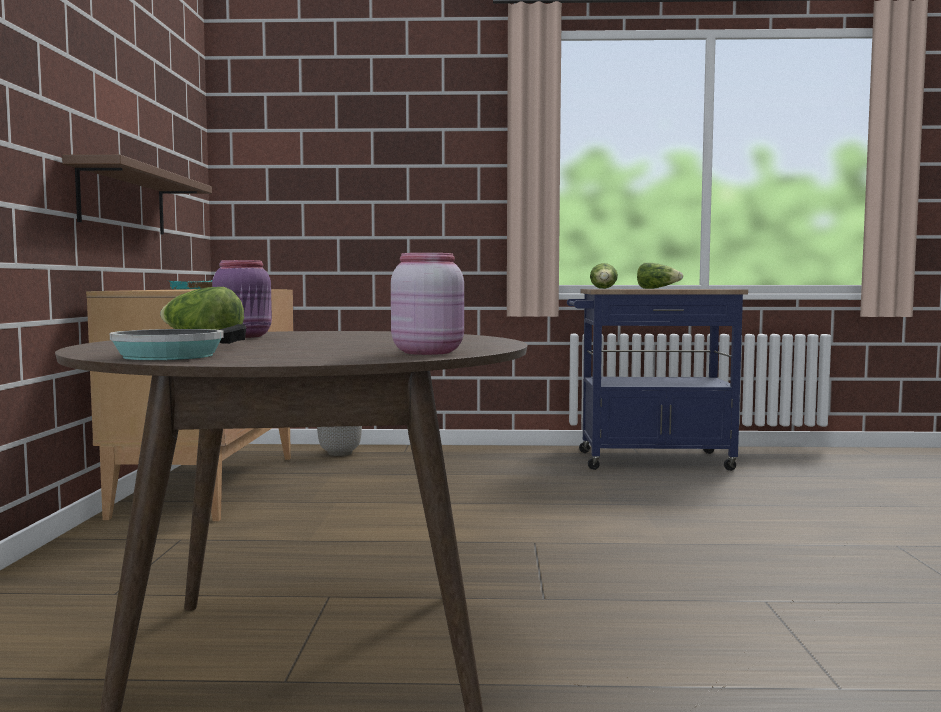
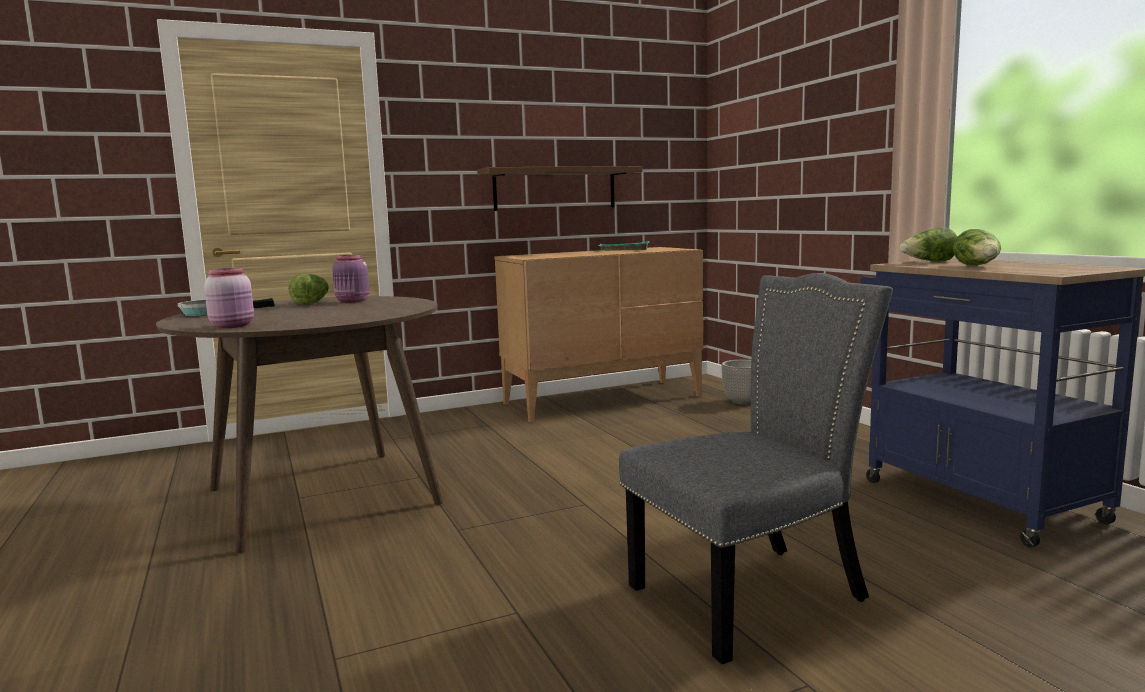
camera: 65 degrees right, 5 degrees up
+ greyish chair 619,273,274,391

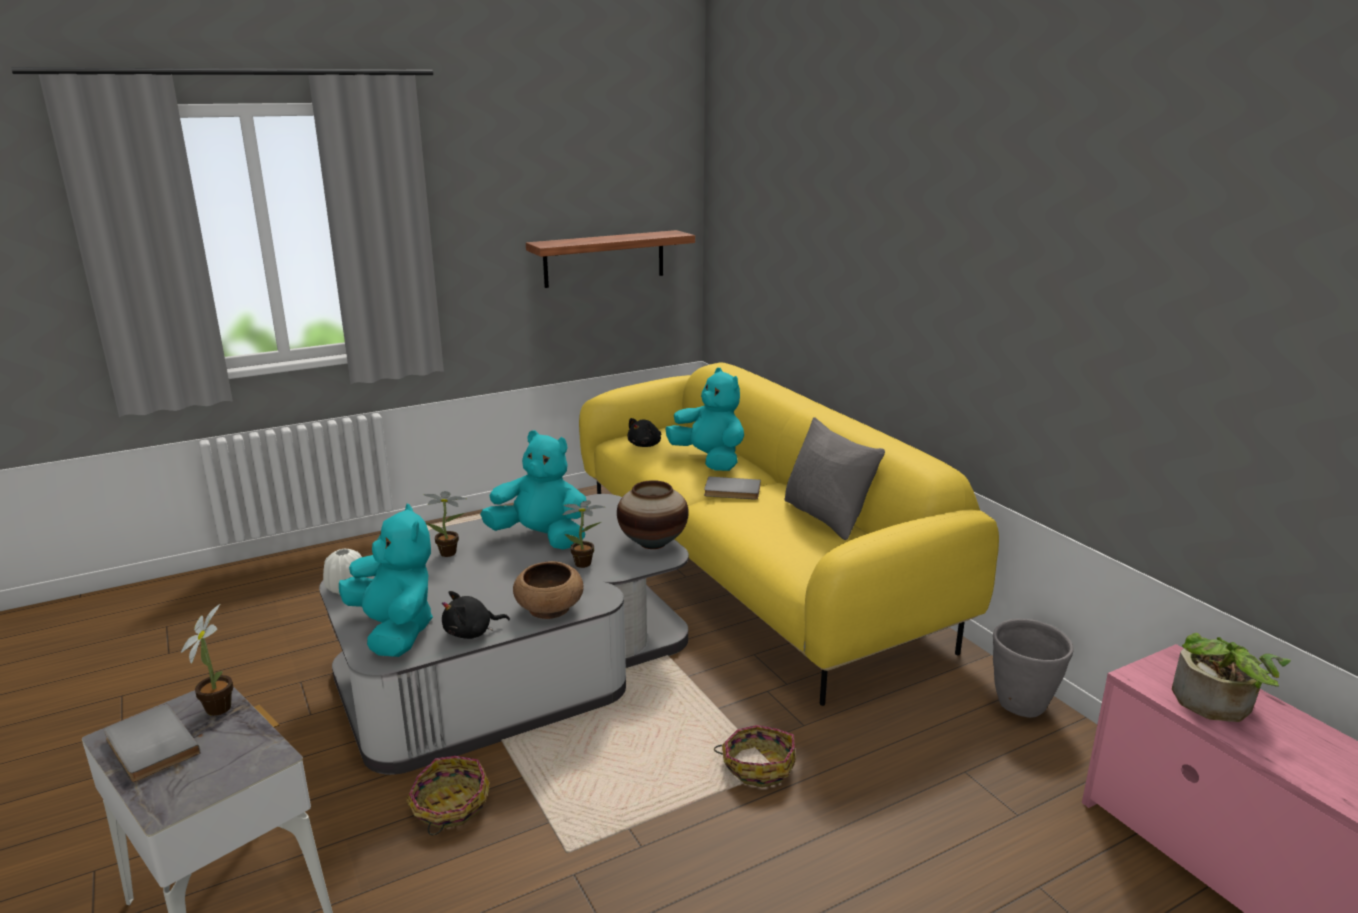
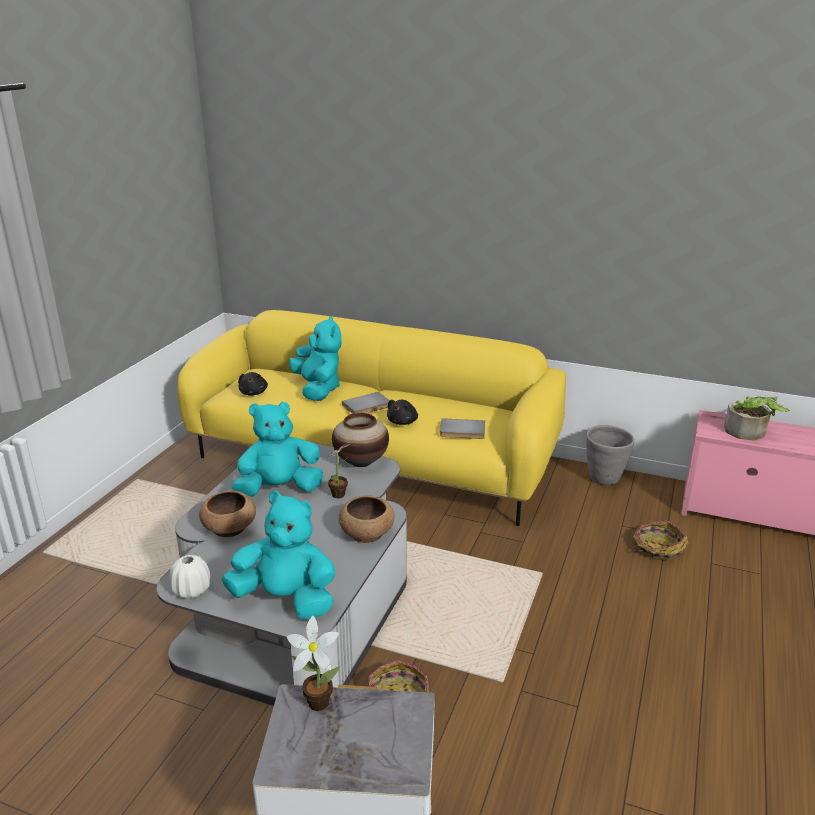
camera: 40 degrees left, 5 degrees up
~ potted plant 424,491,42,66 to brown bowl 199,490,57,47
~ turquoise-coloured plush toy 666,368,78,103 = 289,316,53,85 60 degrees clockwise
~ black plush toy 442,591,68,48 to 387,400,31,25
~ greyish book 104,703,96,79 to 440,418,45,21
~ basket 714,725,82,63 to 632,521,56,40
- shelf 526,230,169,58
- greyish pillow 785,417,100,123

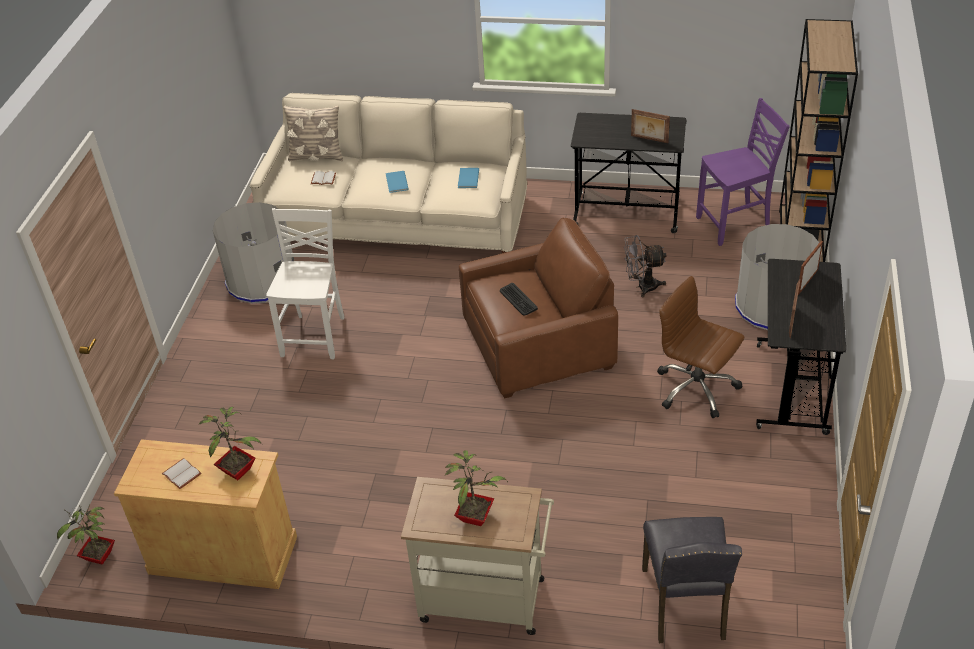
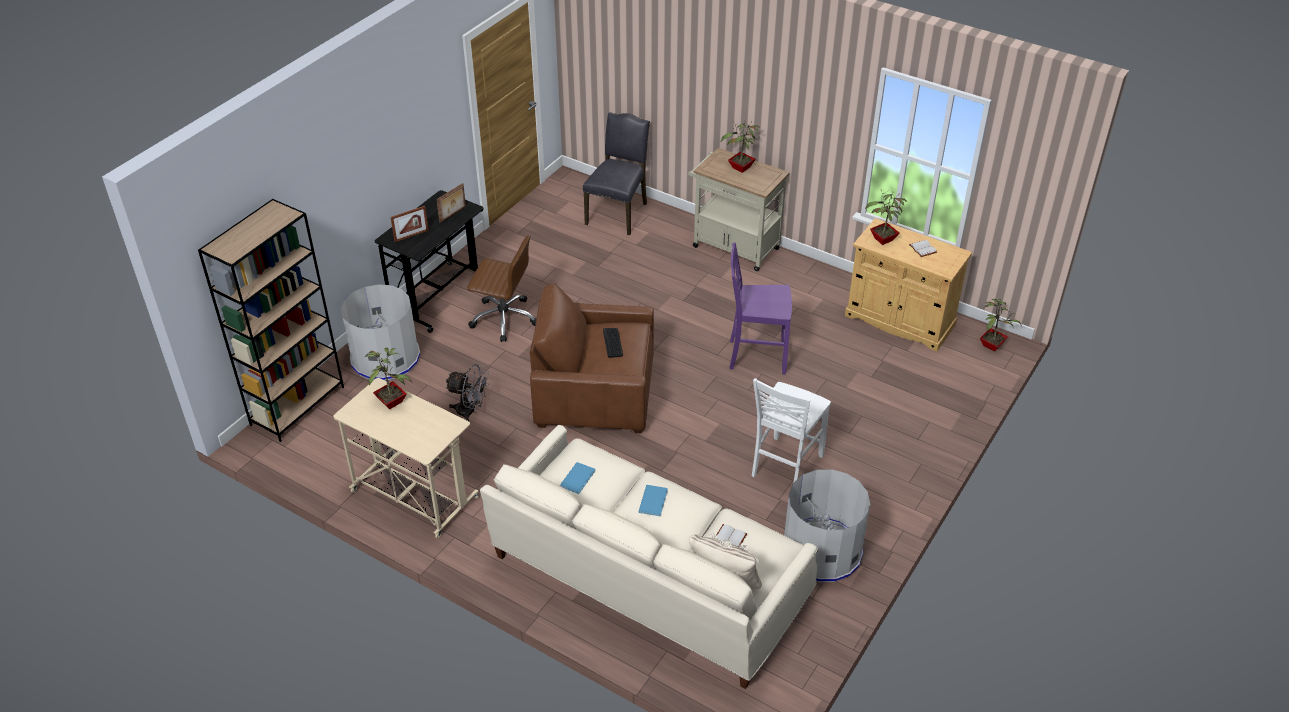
camera: 160 degrees left, 0 degrees up
~ black desk table 571,113,115,120 to beige desk table 333,378,146,160
~ photo frame 631,109,39,34 to potted plant 364,348,48,61
~ brown office chair 657,276,87,142 = 467,235,69,107 45 degrees counterclockwise
~ purple-coloured chair 696,98,94,148 to 729,243,63,132

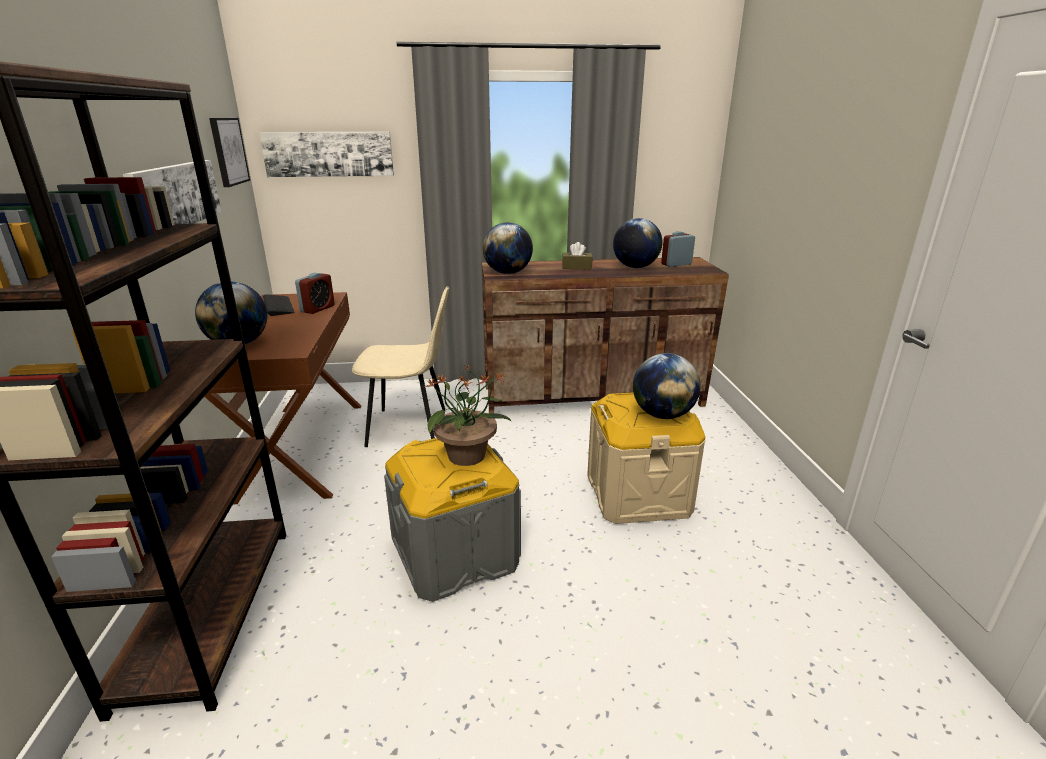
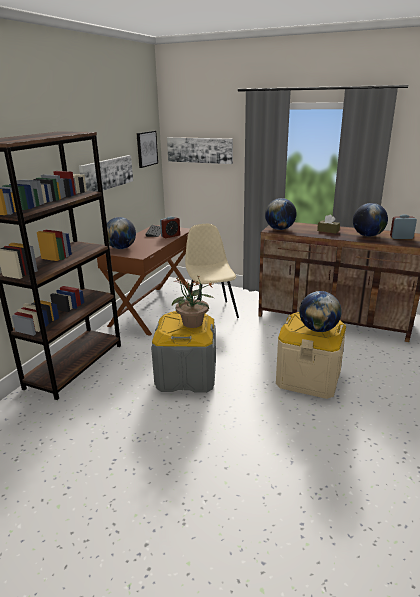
camera: 30 degrees right, 0 degrees up
~ beige chair 352,286,97,161 = 185,224,54,94 135 degrees counterclockwise

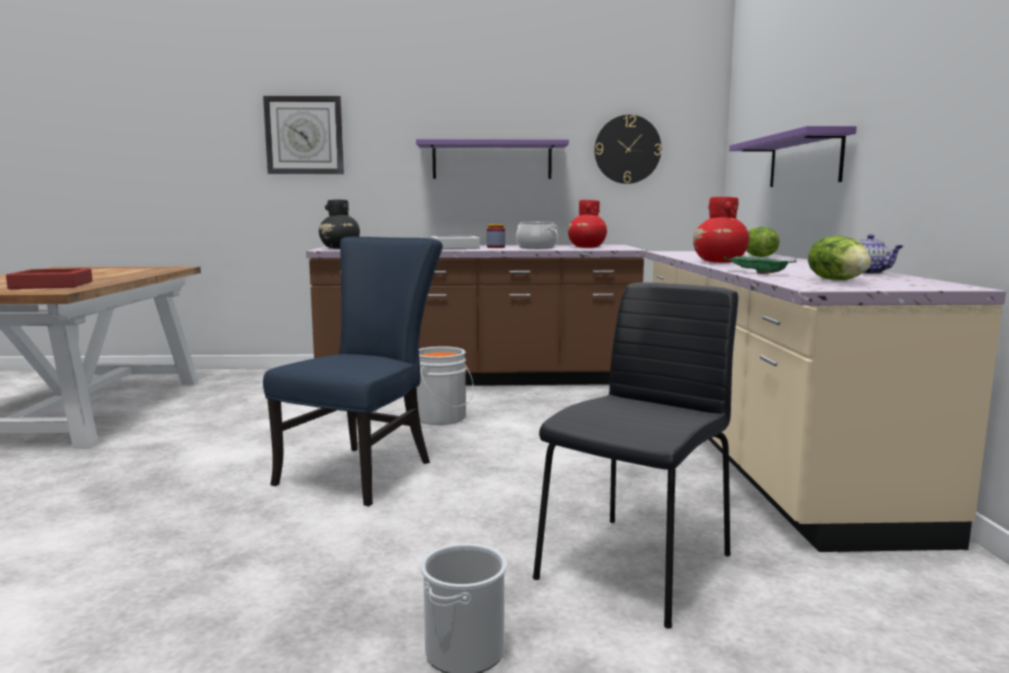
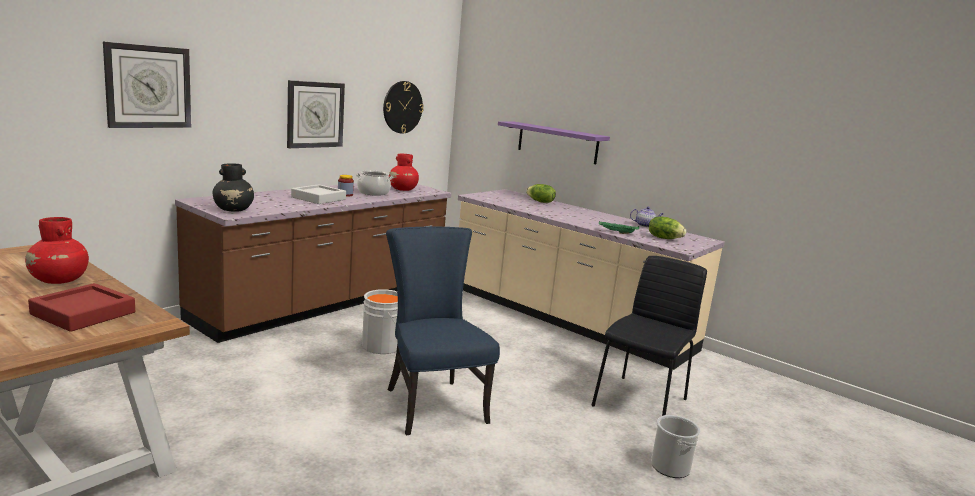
camera: 50 degrees left, 5 degrees up
~ red-coloured vase 693,197,56,66 to 25,217,64,67
~ purple-coloured shelf 416,139,153,40 to wall clock 287,80,58,68
~ black chair 533,282,205,347 = 591,256,116,160 45 degrees clockwise

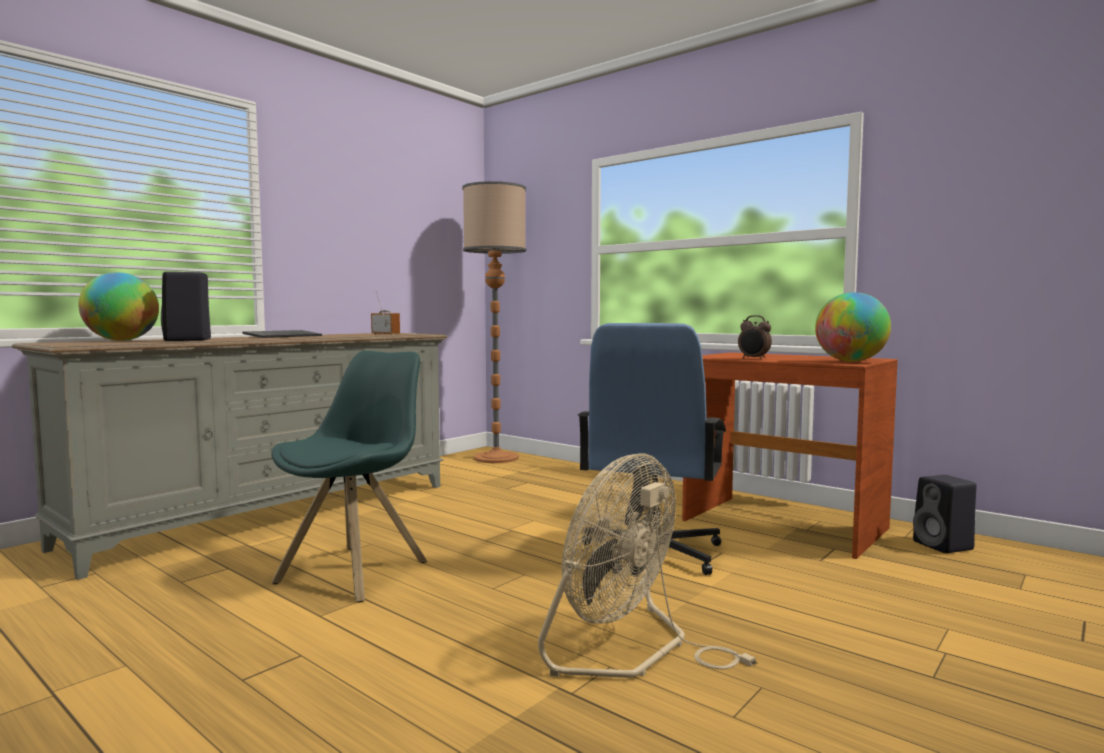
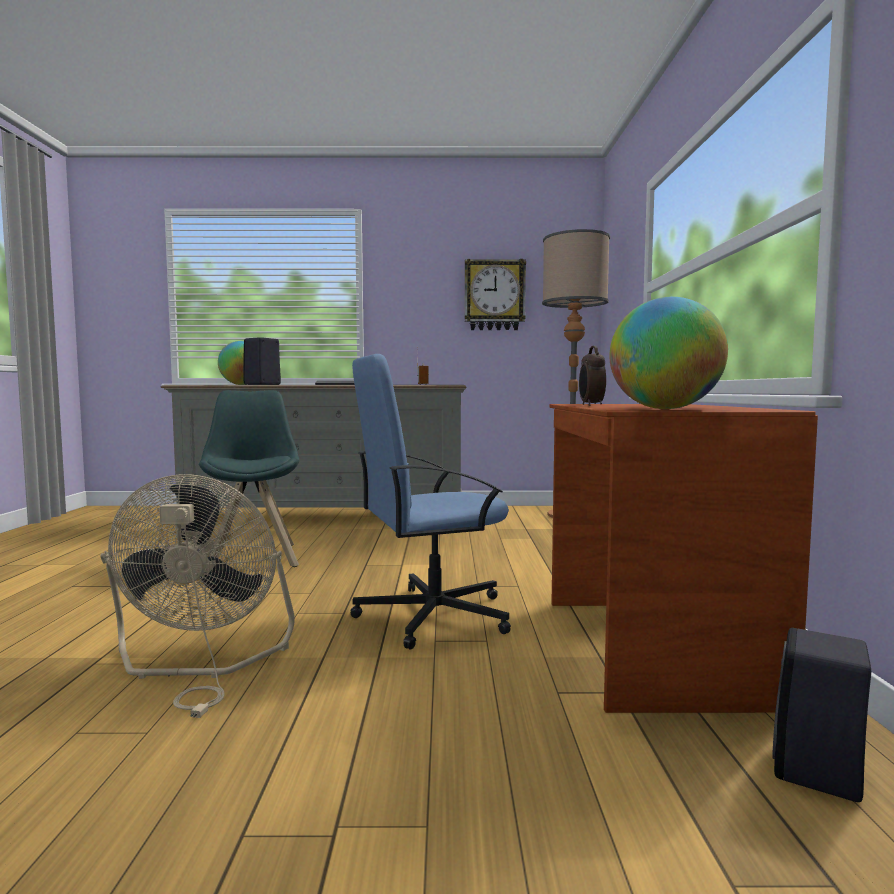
camera: 50 degrees right, 0 degrees up
~ turquoise-coloured chair 271,351,156,251 = 199,390,100,177 90 degrees counterclockwise
+ wall clock 465,259,61,71

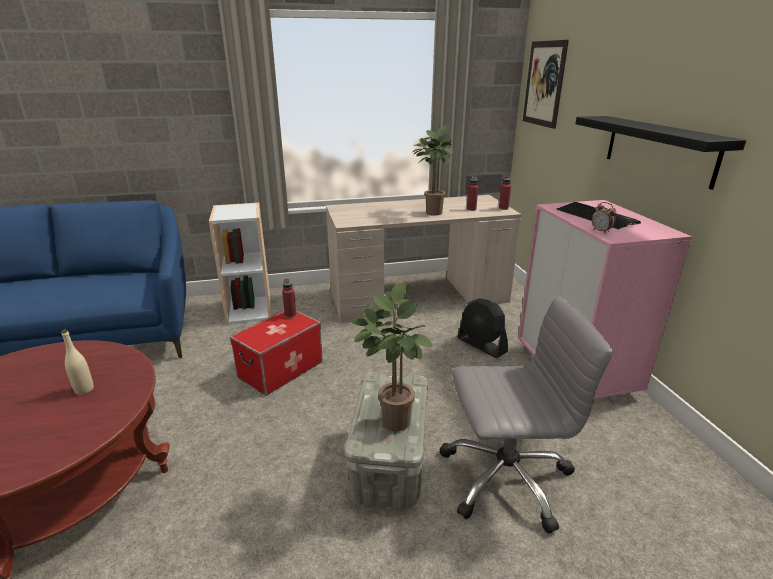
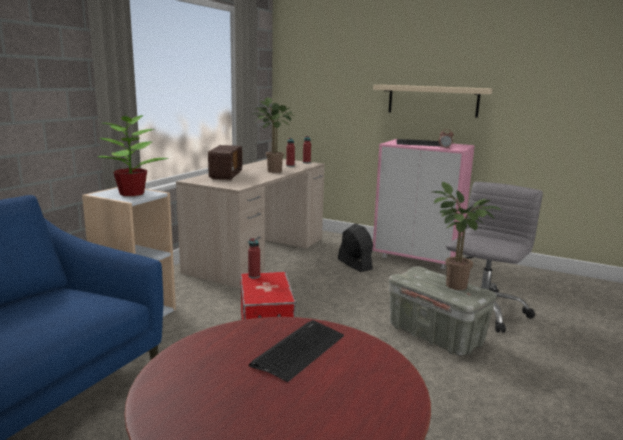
camera: 50 degrees left, 10 degrees down
+ potted plant 98,110,70,86
+ radio set 208,145,34,35
~ beige beverage bottle 61,330,33,65 to PC keyboard 249,320,95,62
~ black electric fan 457,298,51,60 = 338,224,35,48 120 degrees counterclockwise
~ black shelf 575,116,171,74 to beige shelf 373,85,119,33
- wall art 523,40,46,89

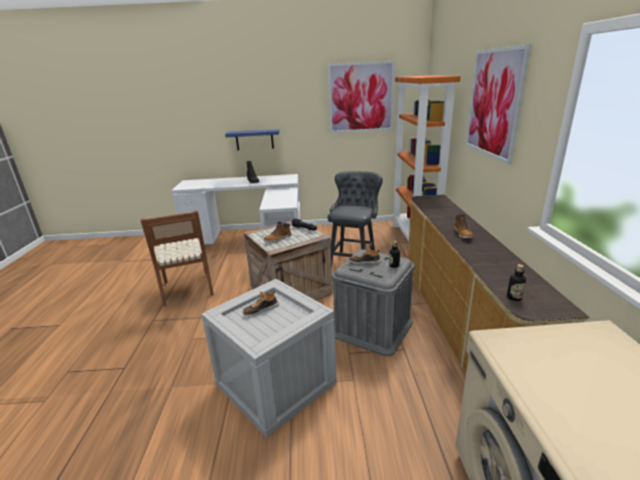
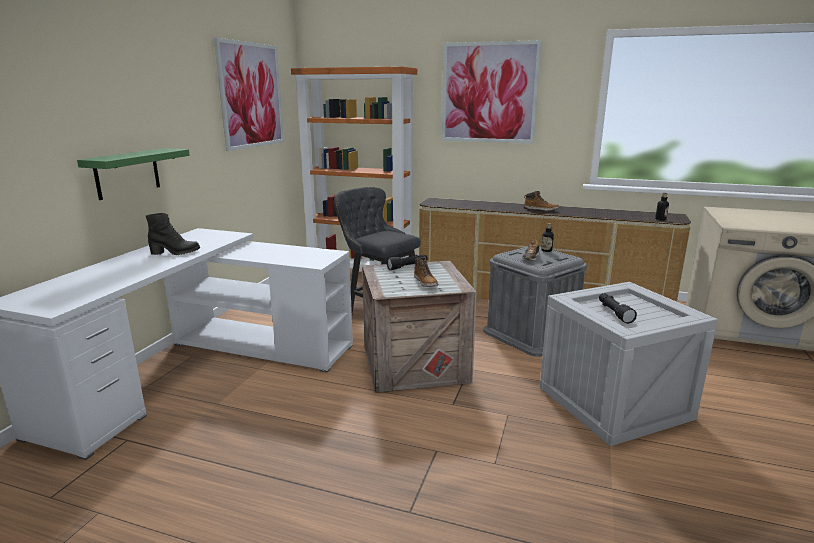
camera: 70 degrees left, 5 degrees down
~ blue-coloured shelf 225,129,54,22 to greenish shelf 77,148,113,52
~ low shoe 242,291,37,25 to black flashlight 599,293,38,31
- chair 141,210,73,97

